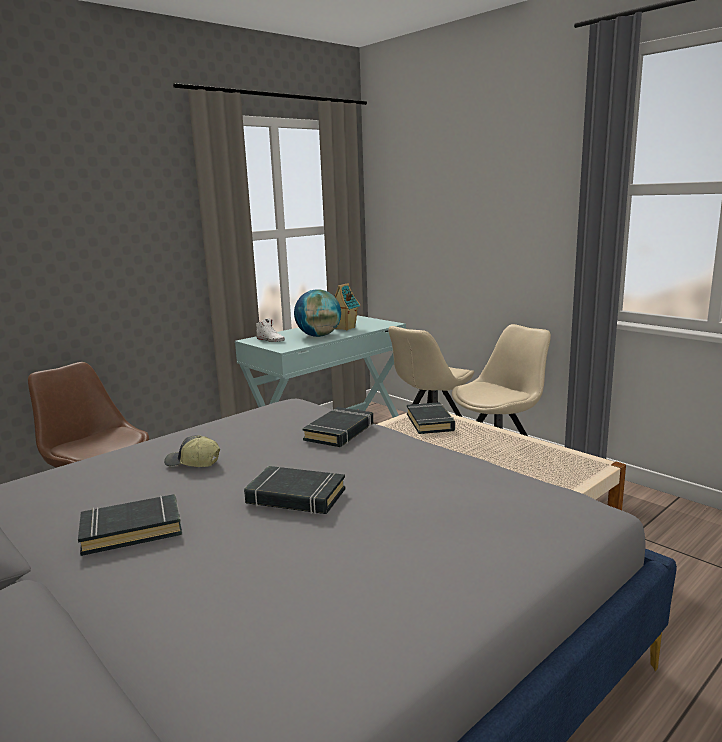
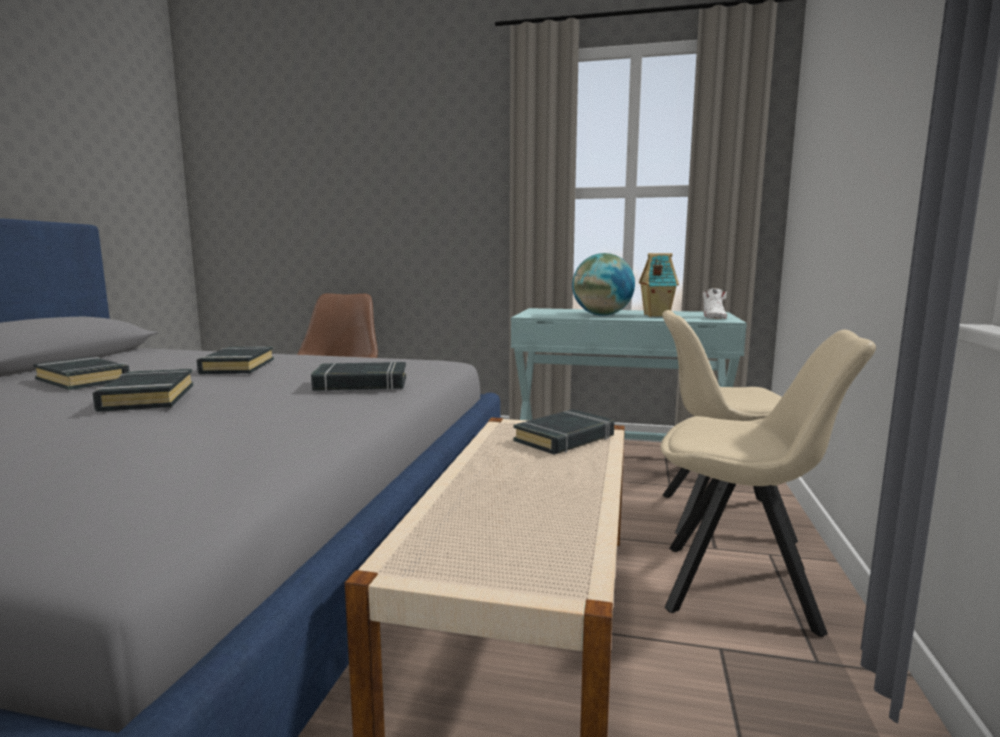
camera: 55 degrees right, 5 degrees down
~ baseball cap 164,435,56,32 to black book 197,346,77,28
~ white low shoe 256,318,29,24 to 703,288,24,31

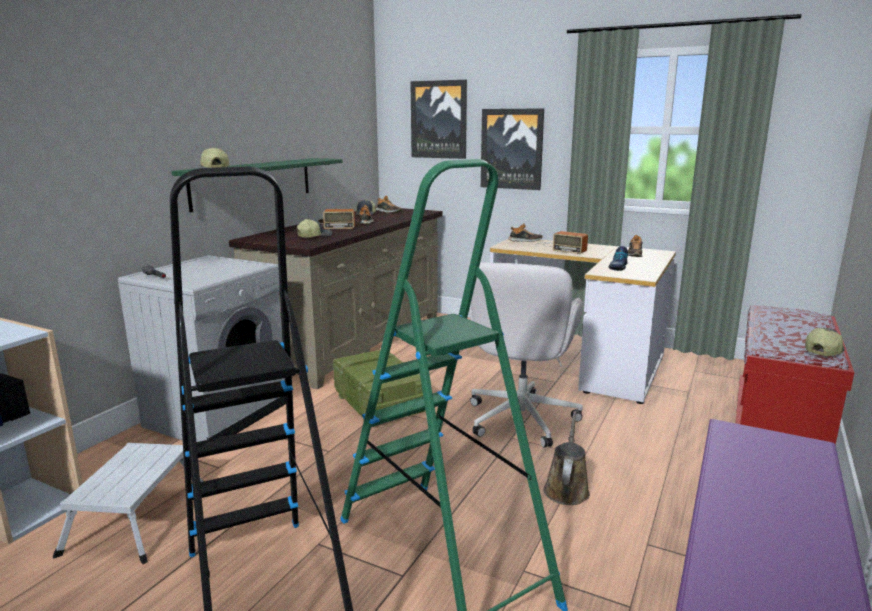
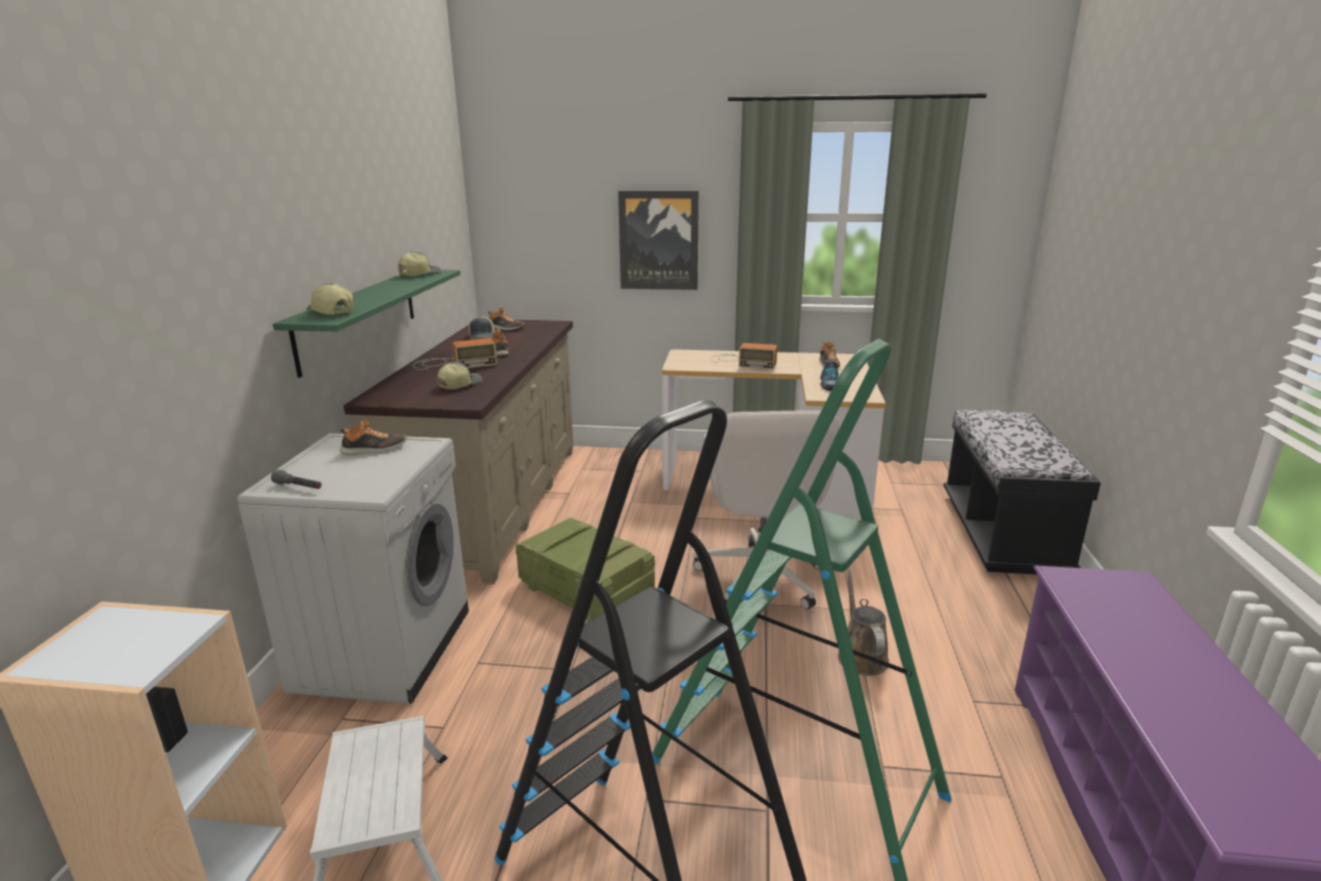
camera: 20 degrees left, 5 degrees up
~ low shoe 508,223,35,19 to 340,419,66,36
~ baseball cap 805,328,40,28 to 398,251,43,25
~ red-coloured long seat 736,305,119,140 to black long seat 943,410,158,165
- wall art 410,80,57,79

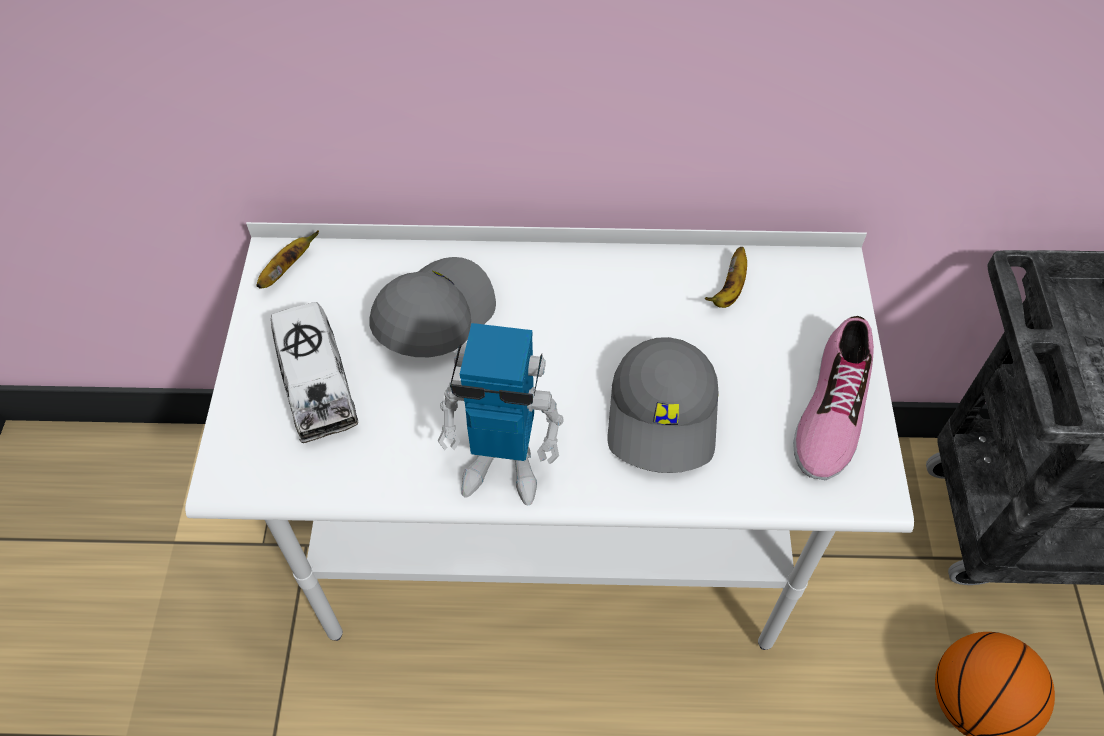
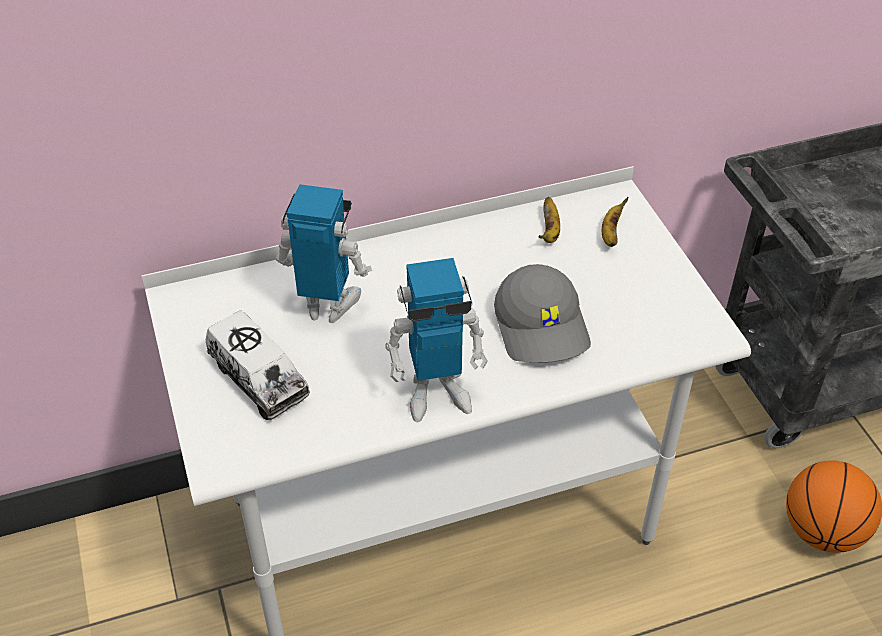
camera: 20 degrees left, 10 degrees down
~ greyish baseball cap 370,257,126,100 to model robot 276,184,96,139
~ banana 256,231,63,58 to 602,197,26,50
- low shoe 793,316,81,165

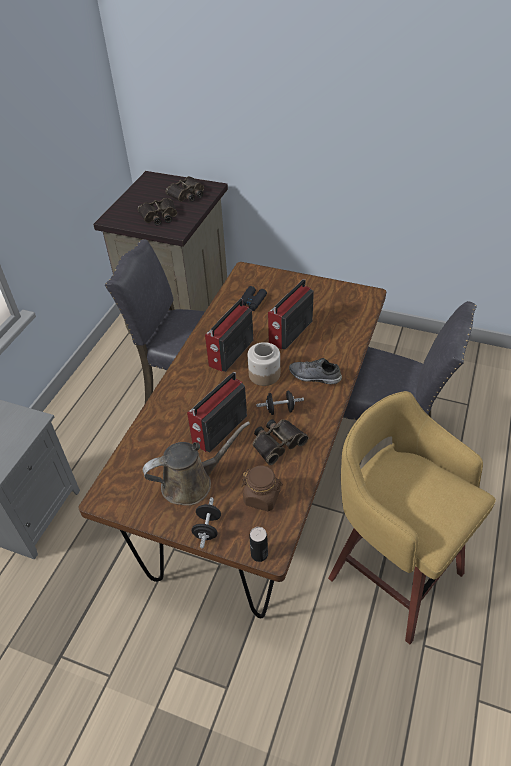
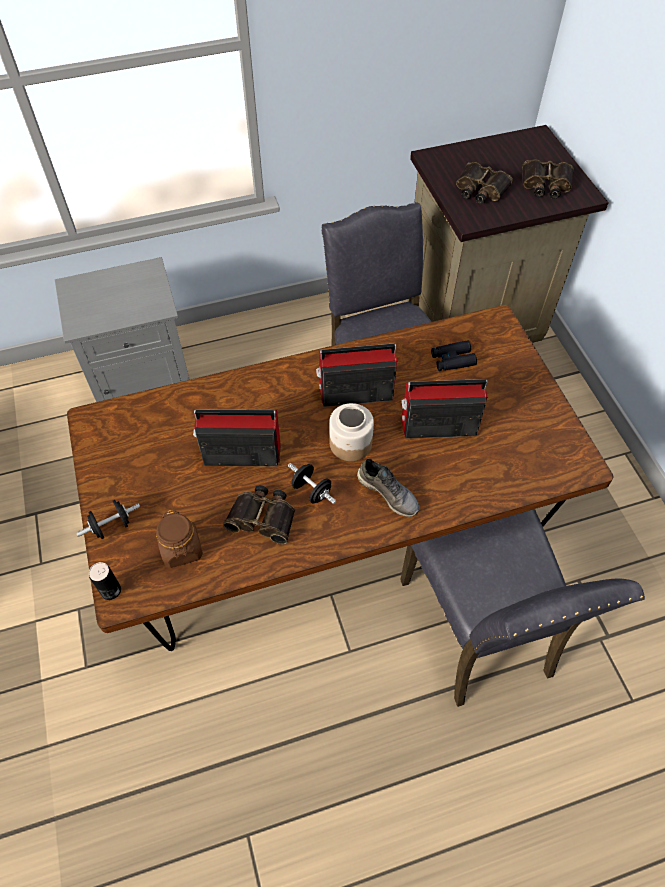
camera: 50 degrees right, 10 degrees up
~ greyish low shoe 289,358,53,26 = 357,459,63,58 150 degrees clockwise
- brown watering pot 143,421,107,85
- yellow stool 328,391,168,253

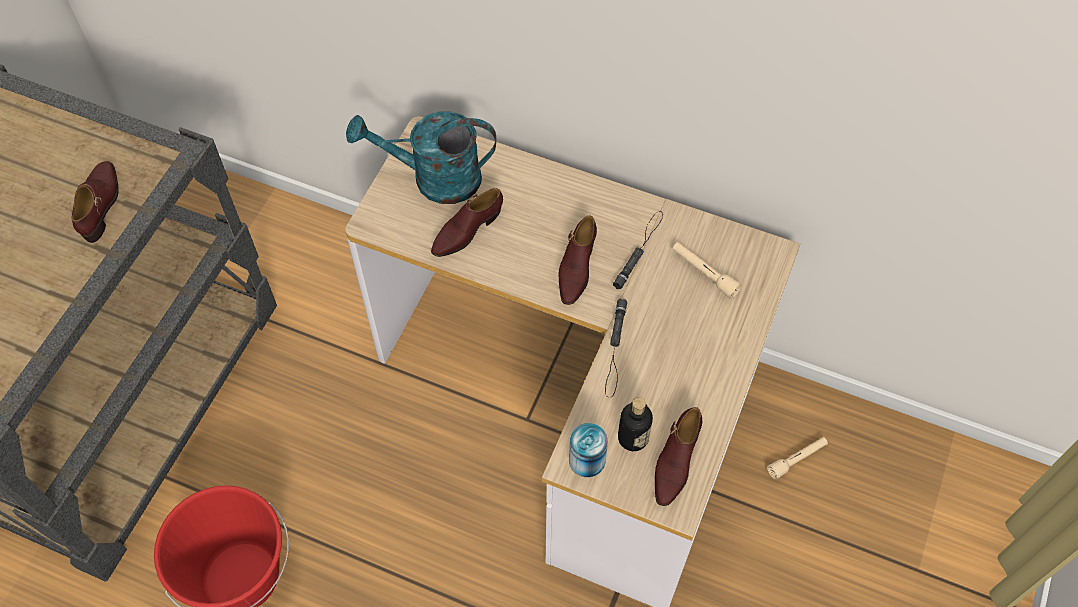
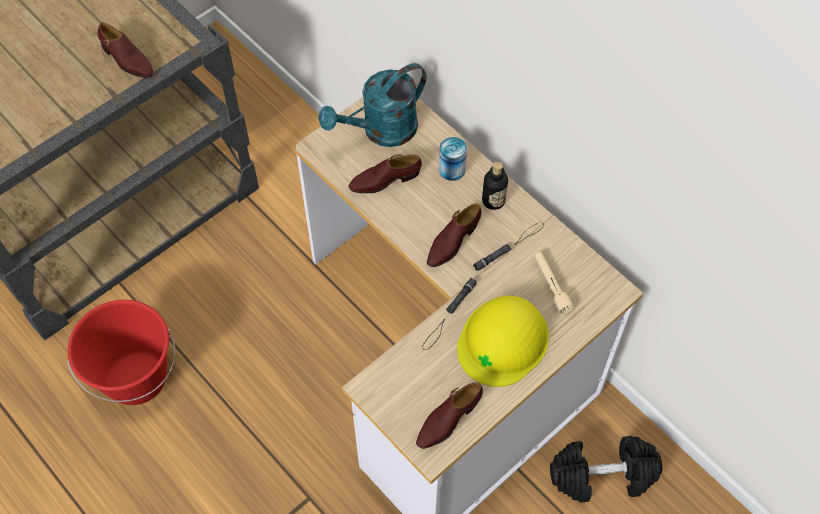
camera: 25 degrees right, 0 degrees up
~ brown low shoe 72,161,47,82 = 98,22,55,56 105 degrees clockwise
~ turquoise-coloured watering pot 346,111,150,93 = 319,63,108,84 60 degrees counterclockwise
~ metal can 569,423,39,54 to 439,137,28,44
+ yellow safety helmet 457,296,92,91
~ beverage bottle 618,397,35,54 to 482,162,26,48
~ beige flashlight 767,437,61,43 to black free weight 550,436,112,67

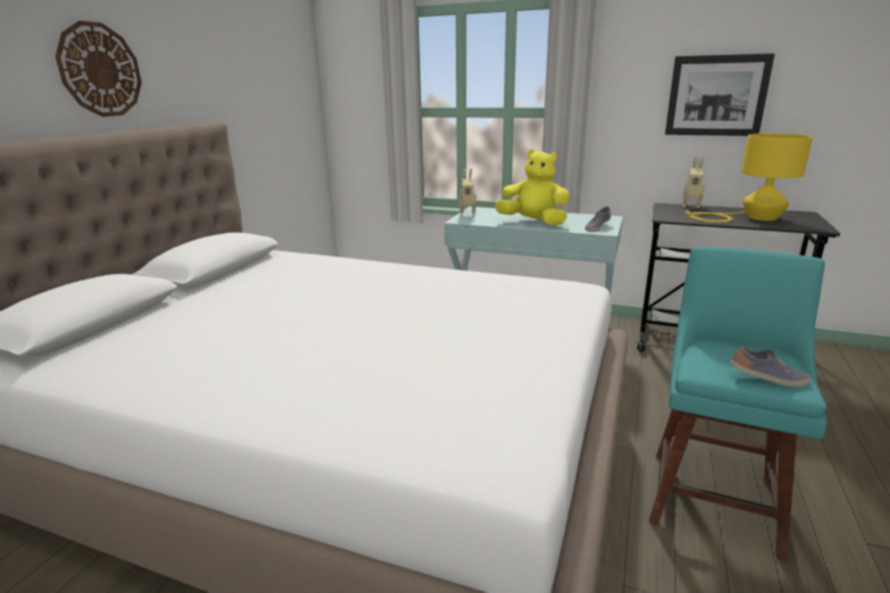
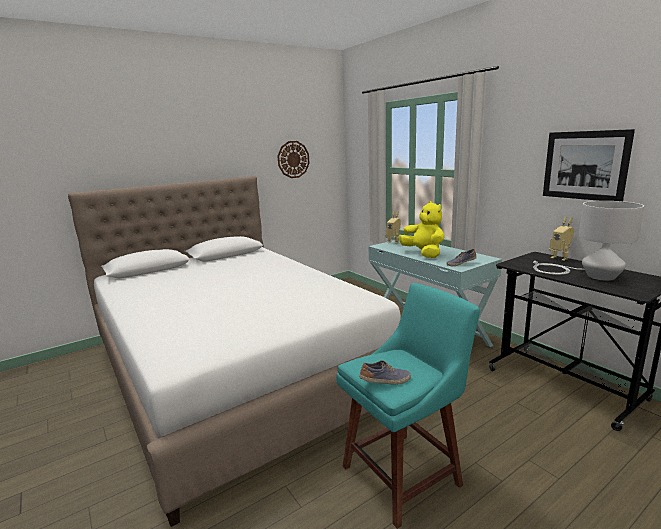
camera: 35 degrees right, 5 degrees down
~ wall clock 55,21,87,96 to 278,141,32,37
~ low shoe 730,346,81,41 = 359,360,52,25 60 degrees counterclockwise
~ yellow lamp for a table 685,133,128,89 to greyish lamp for a table 533,201,111,80

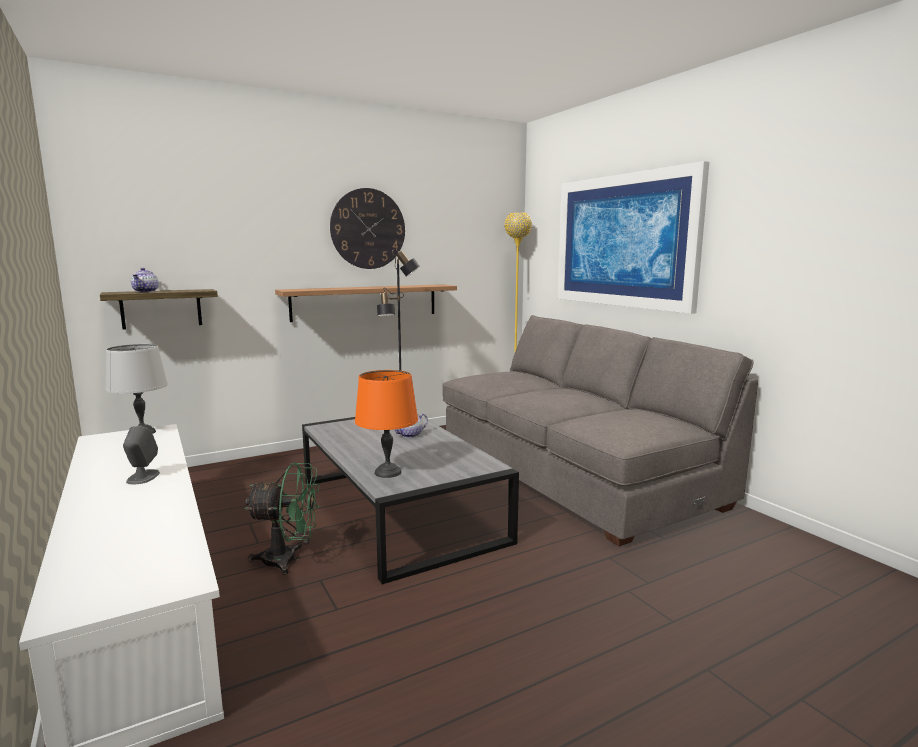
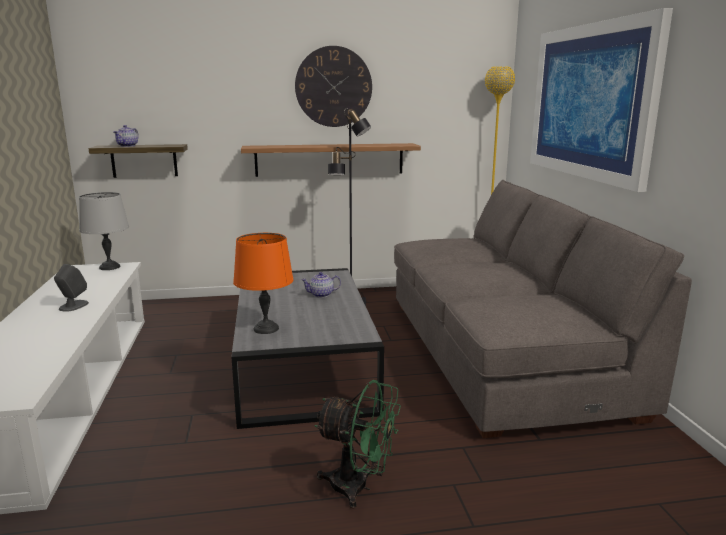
camera: 20 degrees right, 5 degrees up
~ greenish electric fan 244,462,76,113 to 314,380,87,128

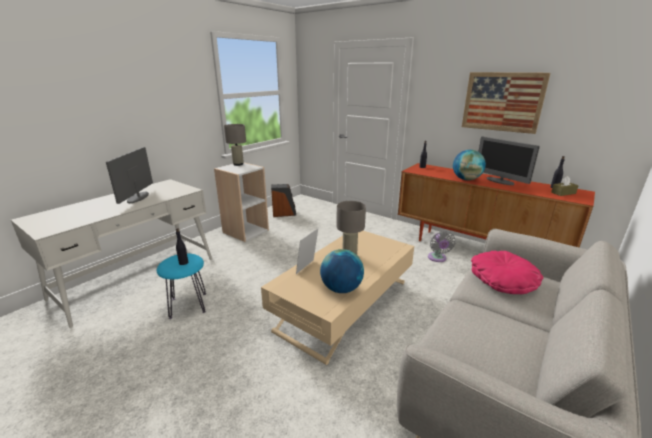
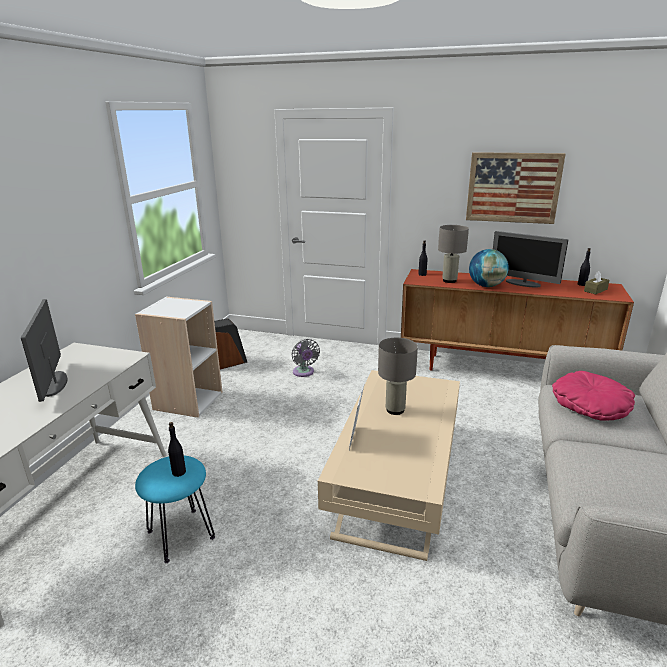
camera: 20 degrees left, 0 degrees up
~ greyish electric fan 428,231,27,31 to 291,339,29,38
~ greyish lamp for a table 224,124,22,42 to 438,225,31,58
- world globe 320,249,44,44

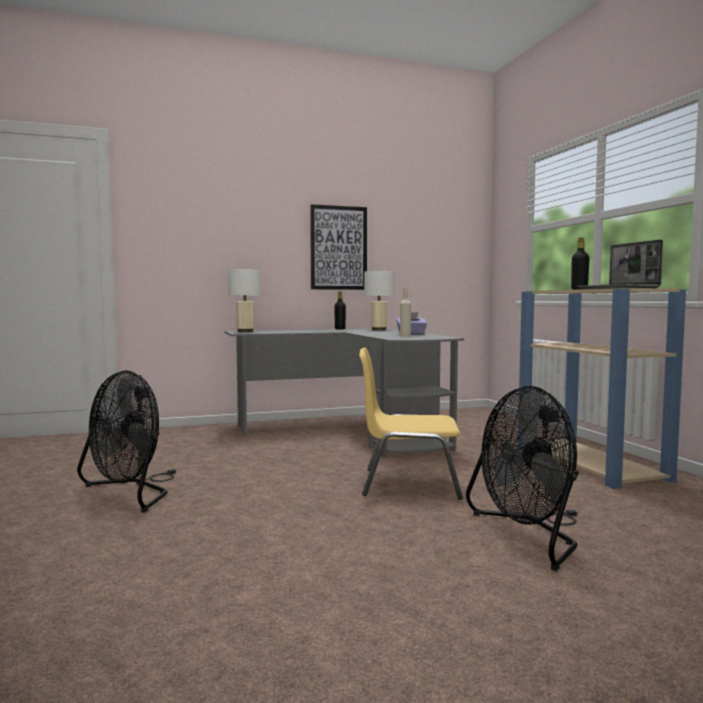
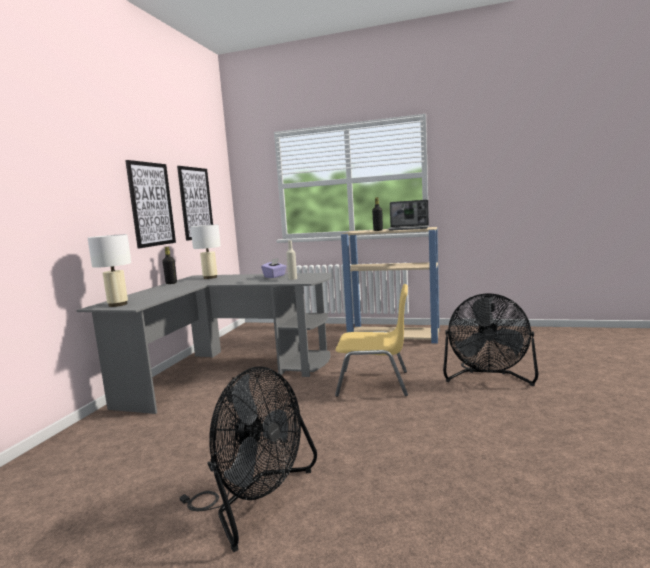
camera: 55 degrees left, 5 degrees up
+ wall art 177,166,36,75
~ black electric fan 77,371,100,141 = 180,367,137,185 45 degrees counterclockwise
~ yellow chair 359,348,104,152 = 335,284,73,113 120 degrees counterclockwise

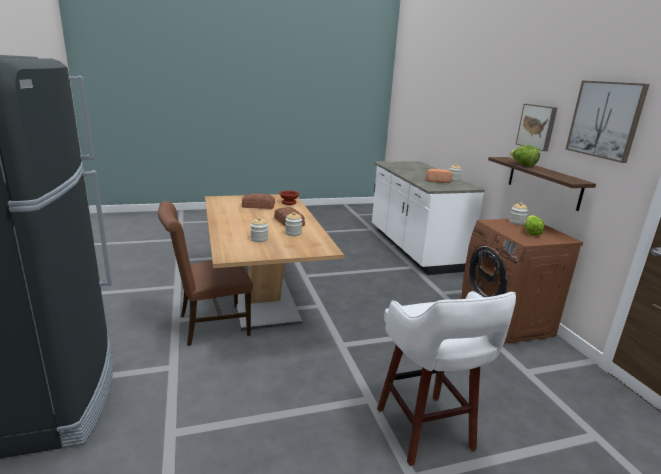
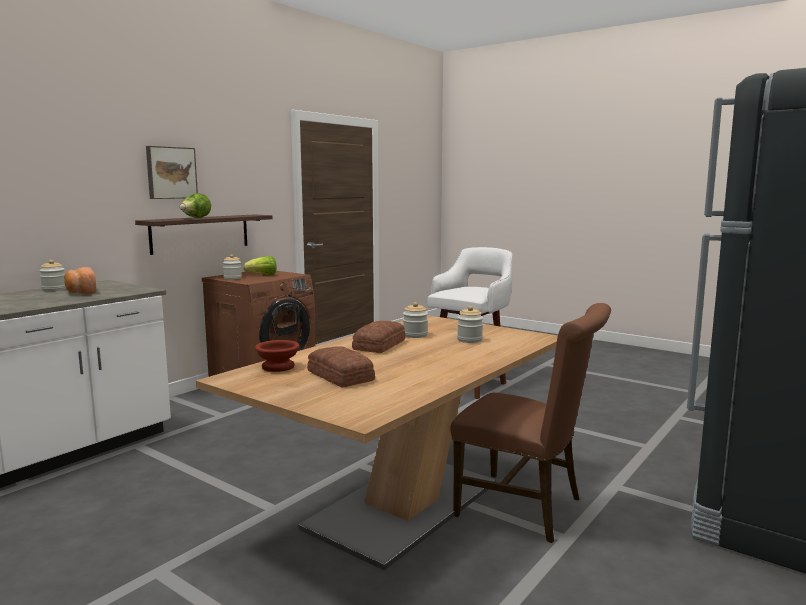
camera: 125 degrees left, 10 degrees down
- wall art 566,80,84,83

